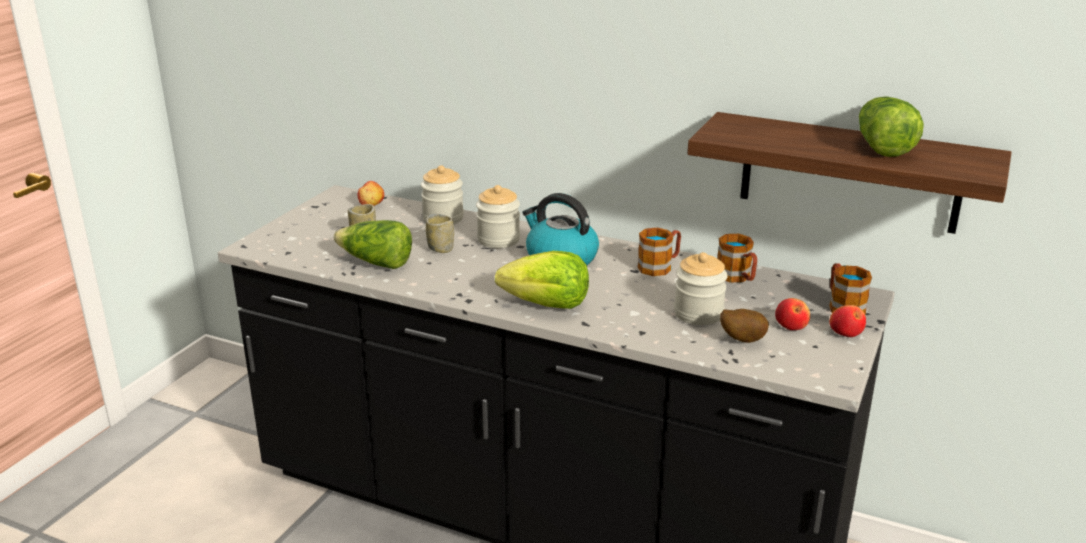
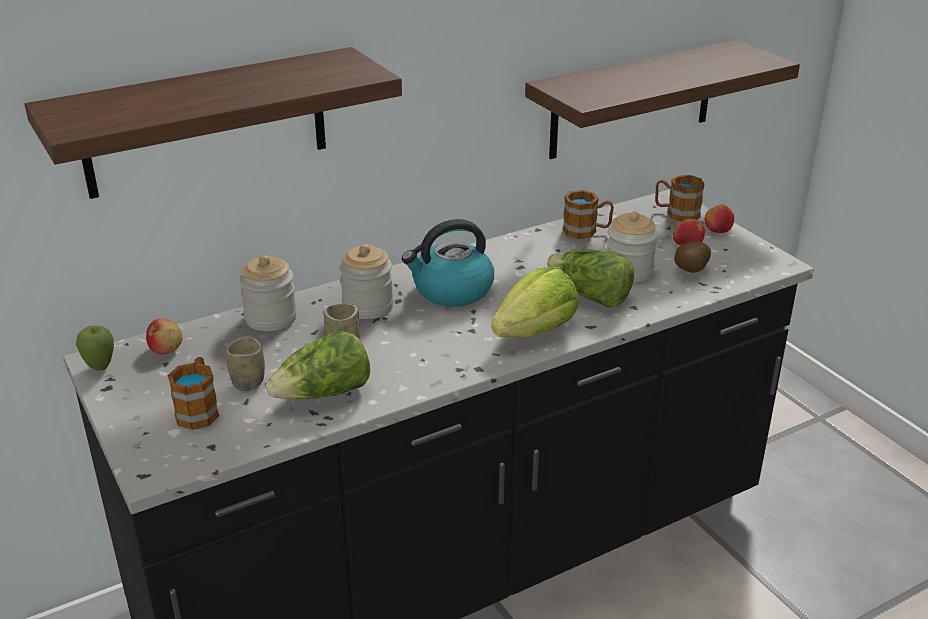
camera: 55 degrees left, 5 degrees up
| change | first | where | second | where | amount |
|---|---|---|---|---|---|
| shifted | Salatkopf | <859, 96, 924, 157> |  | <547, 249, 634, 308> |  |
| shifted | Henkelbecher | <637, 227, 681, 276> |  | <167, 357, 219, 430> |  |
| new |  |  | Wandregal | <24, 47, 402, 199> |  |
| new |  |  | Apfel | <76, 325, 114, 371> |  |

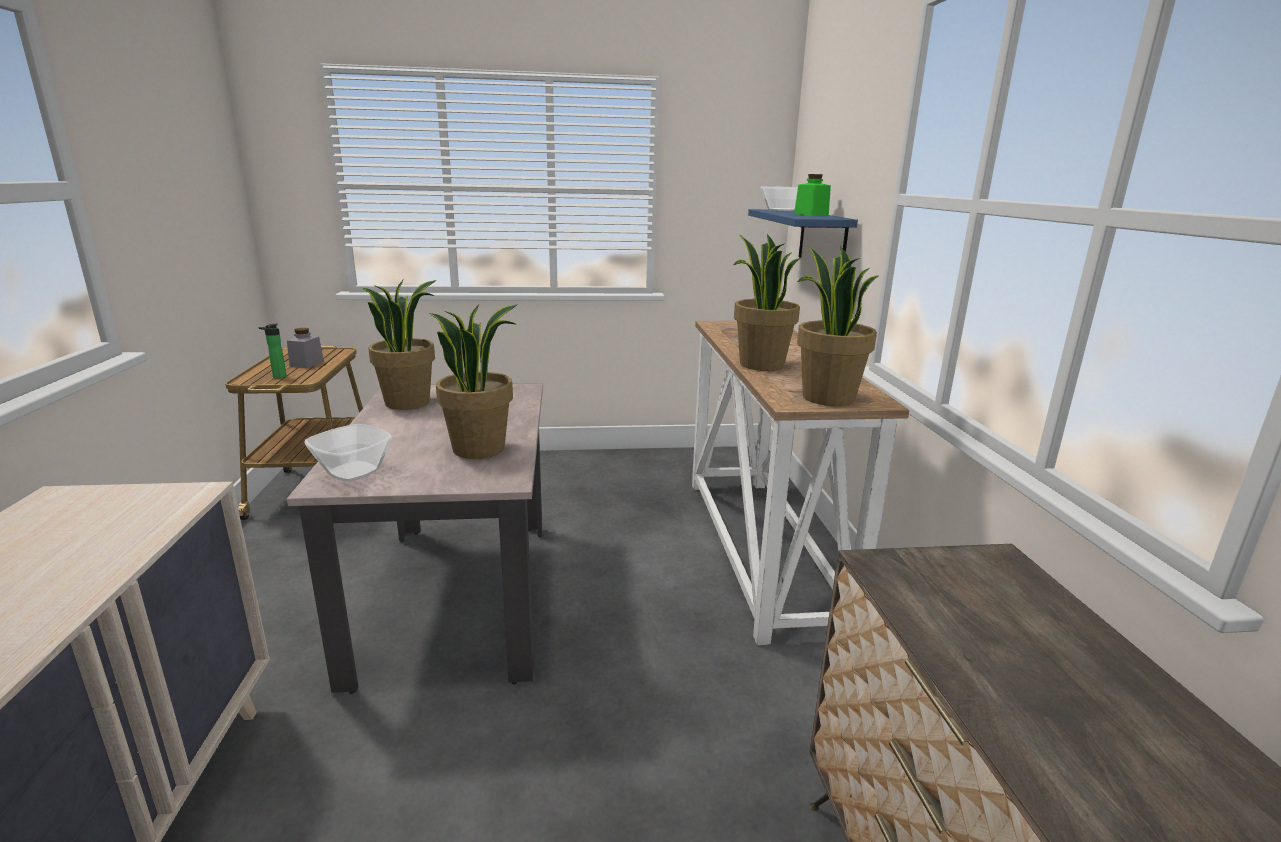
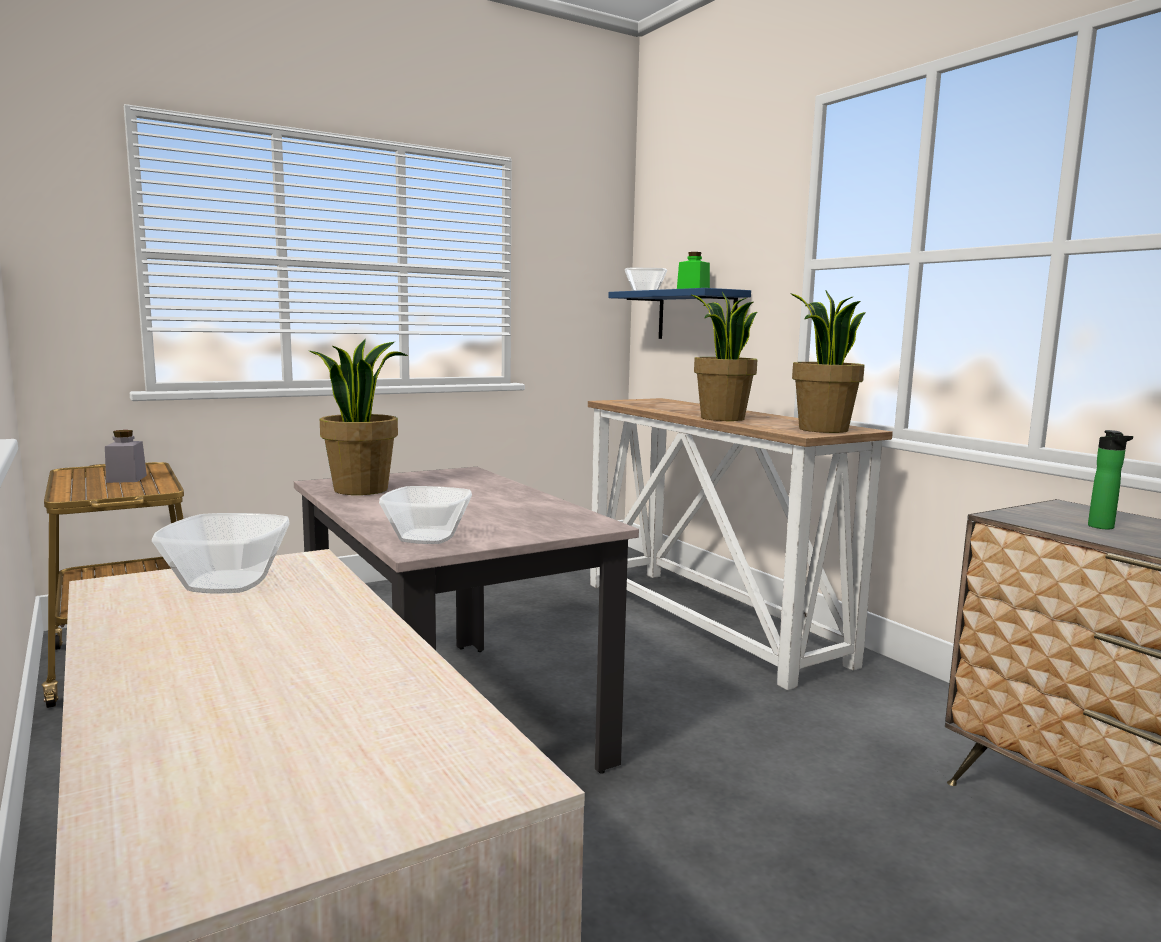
camera: 25 degrees left, 10 degrees down
| change | first | where | second | where | amount |
|---|---|---|---|---|---|
| gone | Topfpflanze | <429, 304, 517, 459> |  |  |  |
| shifted | Flasche | <258, 324, 287, 379> |  | <1088, 430, 1133, 529> |  |
| new |  |  | Schüssel | <152, 513, 290, 593> |  |

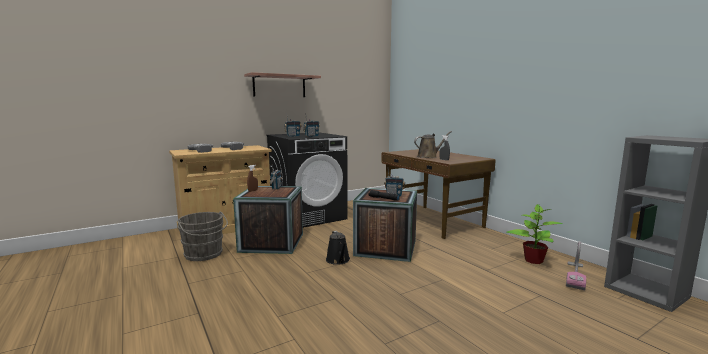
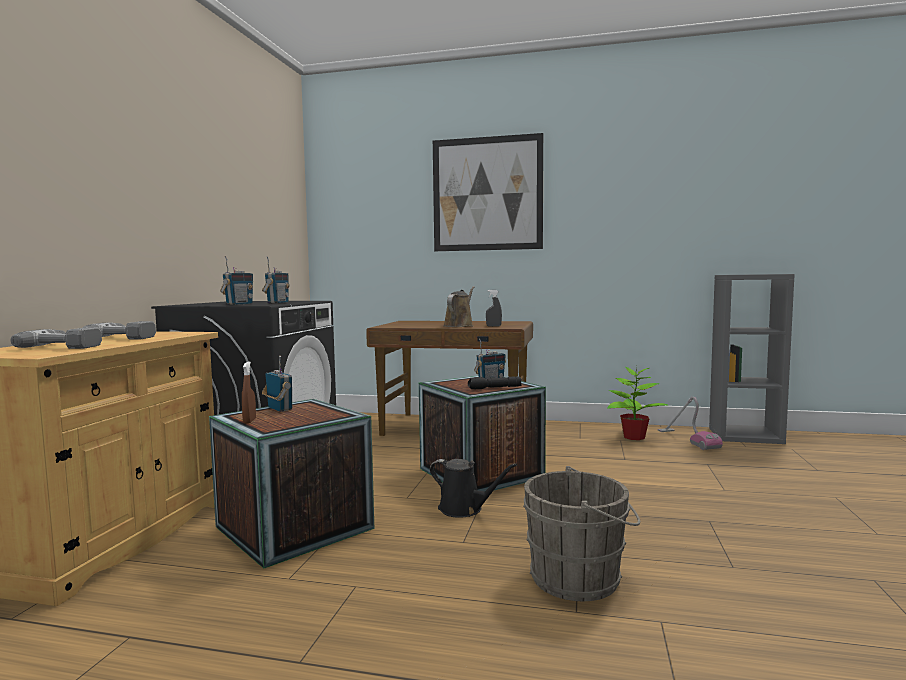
camera: 45 degrees left, 5 degrees down
| change | first | where | second | where | amount |
|---|---|---|---|---|---|
| gone | Wandregal | <244, 72, 321, 97> |  |  |  |
| shifted | Eimer [grau] | <177, 212, 228, 261> |  | <523, 466, 640, 601> |  |
| new |  |  | Bild | <433, 133, 543, 251> |  |

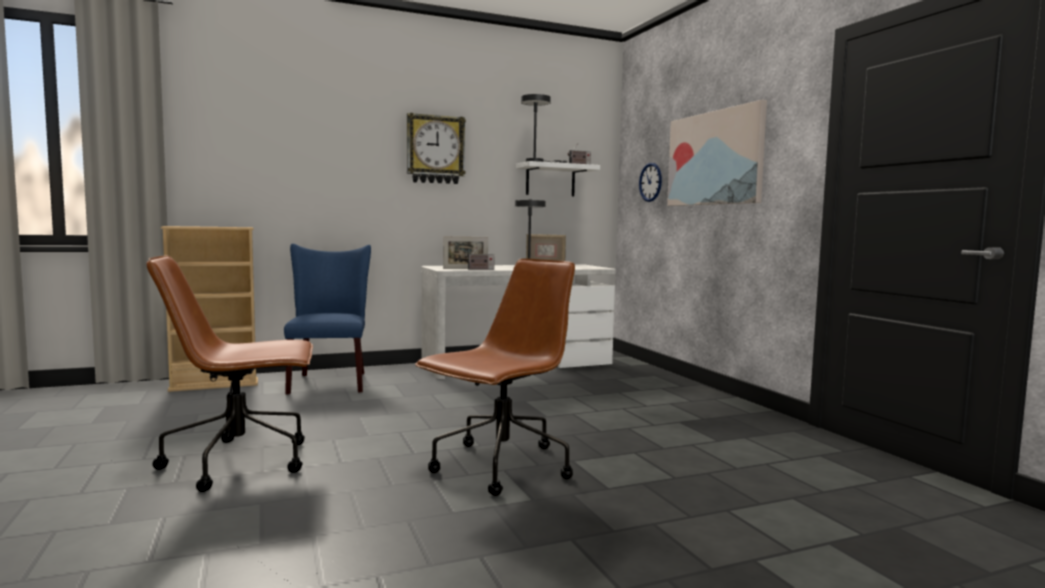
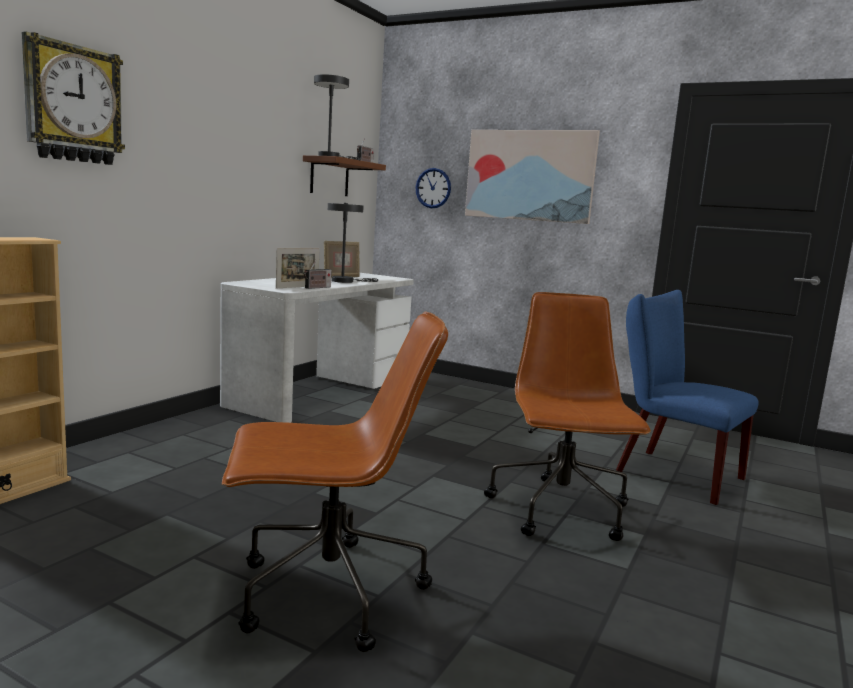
camera: 40 degrees left, 5 degrees up
| change | first | where | second | where | amount |
|---|---|---|---|---|---|
| shifted | Wanduhr | <407, 113, 466, 184> |  | <21, 31, 125, 165> |  |
| repainted | Wandregal [weiß] | <516, 161, 600, 196> | Wandregal [braun] | <303, 155, 386, 196> |  |
| shifted | Stuhl [blau] | <284, 244, 371, 394> |  | <616, 290, 759, 505> |  |
| rotated | Bürostuhl [braun] | <146, 256, 313, 492> |  | <222, 312, 448, 652> | 135 degrees counterclockwise |

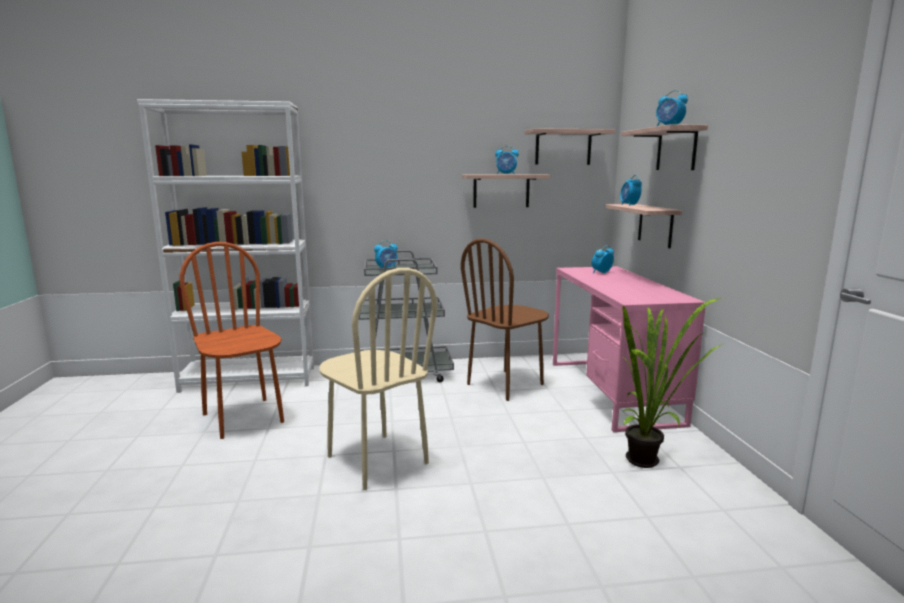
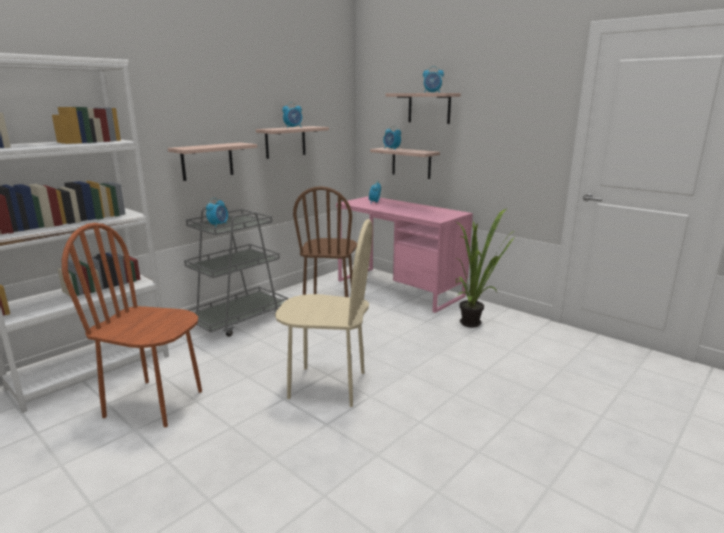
camera: 40 degrees left, 5 degrees up
| change | first | where | second | where | amount |
|---|---|---|---|---|---|
| shifted | Wandregal | <524, 128, 616, 165> |  | <168, 142, 257, 181> |  |

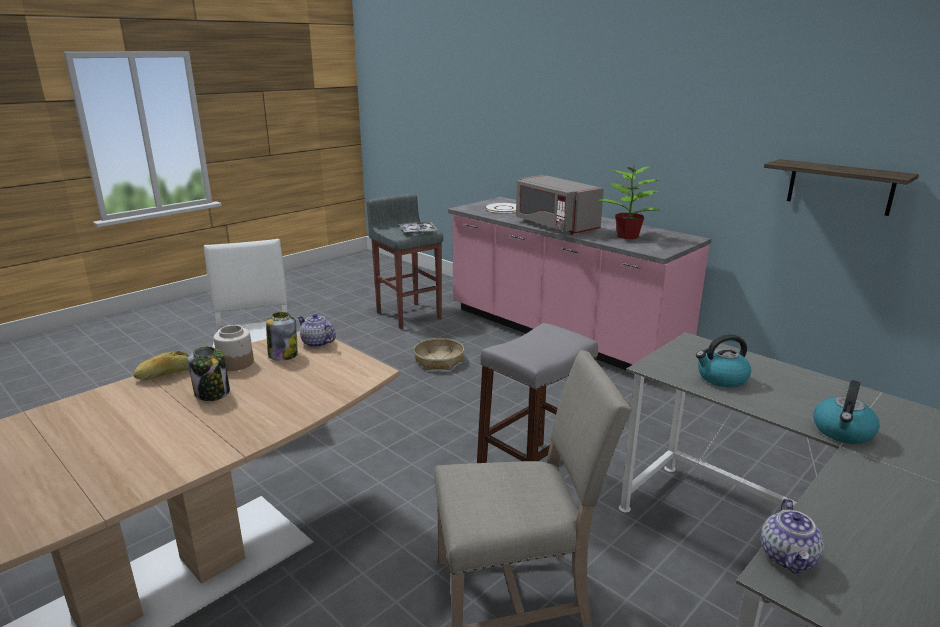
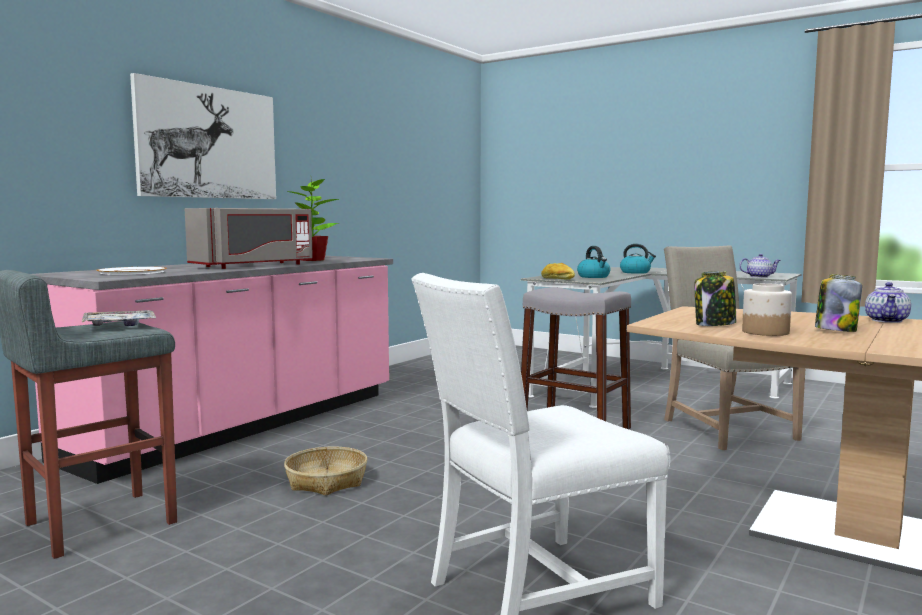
camera: 100 degrees left, 15 degrees down
| change | first | where | second | where | amount |
|---|---|---|---|---|---|
| gone | Wandregal | <764, 159, 919, 216> |  |  |  |
| shifted | Teekanne | <297, 314, 336, 348> |  | <865, 282, 911, 323> |  |
| shifted | Brot | <133, 351, 189, 380> |  | <541, 263, 575, 280> |  |
| new |  |  | Bild | <130, 73, 276, 199> |  |

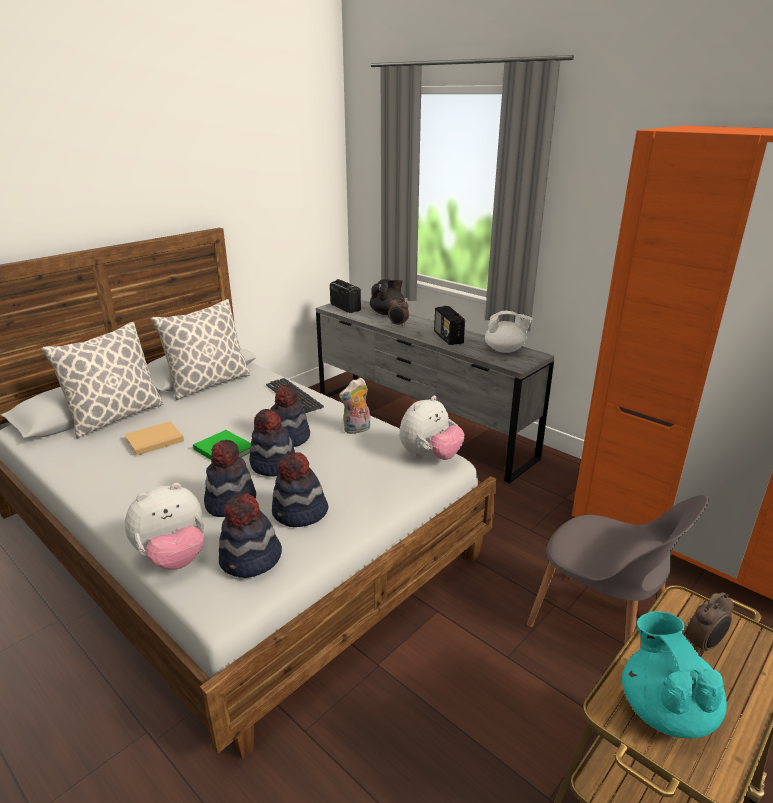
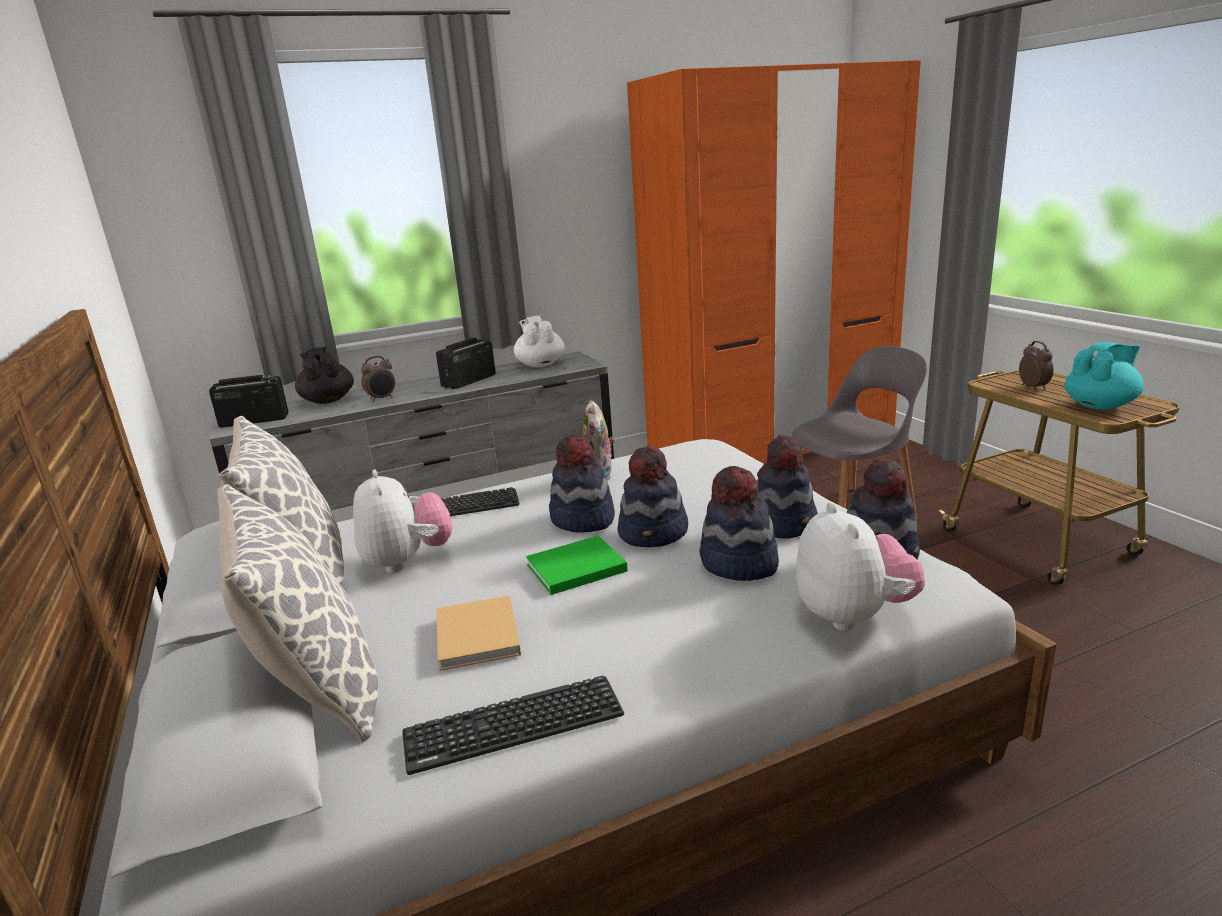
camera: 65 degrees left, 5 degrees down
| change | first | where | second | where | amount |
|---|---|---|---|---|---|
| rotated | Radio | <434, 306, 465, 345> |  | <436, 338, 496, 389> | 120 degrees clockwise |
| rotated | Teekanne [weiß] | <485, 311, 533, 353> |  | <514, 315, 565, 367> | 45 degrees counterclockwise |
| shifted | Plüschtier | <399, 396, 465, 460> |  | <353, 470, 452, 573> |  |
| rotated | Teekanne [türkis] | <622, 611, 727, 738> |  | <1065, 342, 1144, 410> | 135 degrees clockwise |
| new |  |  | Tastatur | <402, 676, 624, 775> |  |

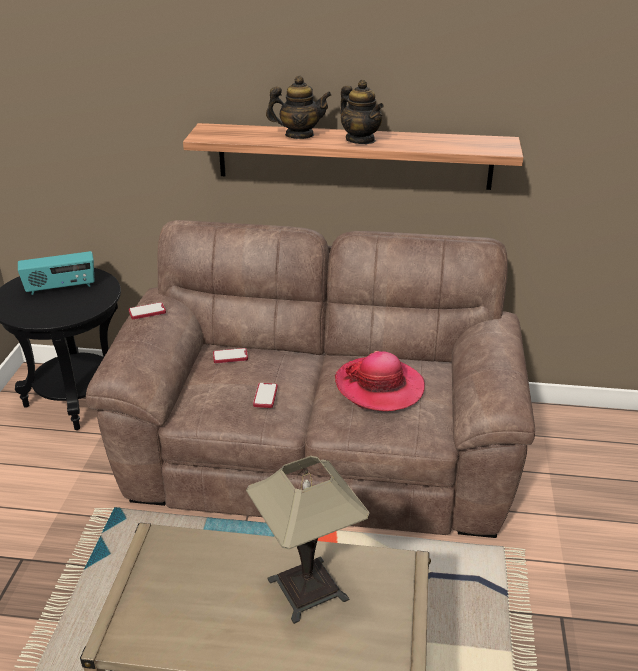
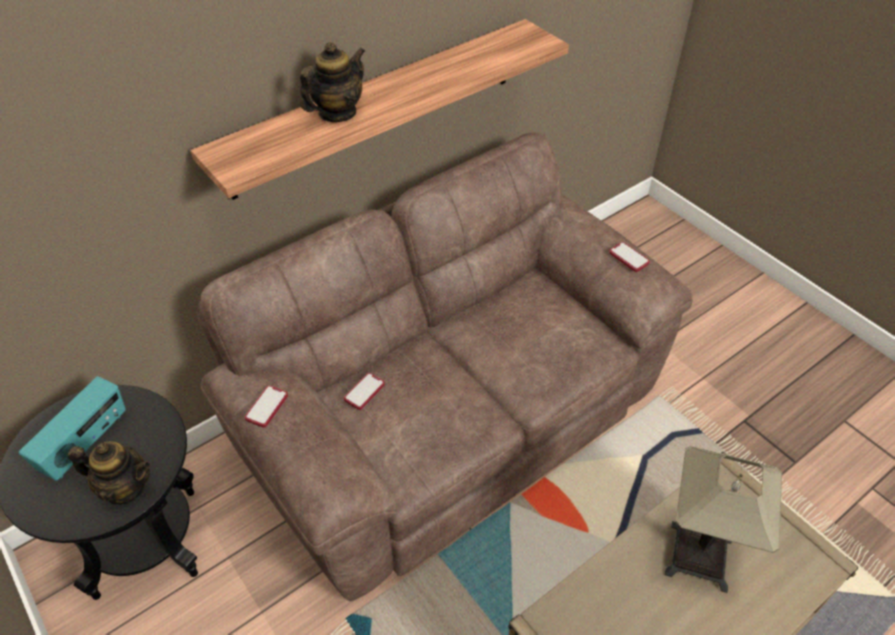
camera: 45 degrees left, 15 degrees up
| change | first | where | second | where | amount |
|---|---|---|---|---|---|
| shifted | Teekanne | <340, 80, 384, 144> |  | <68, 442, 151, 505> |  |
| gone | Hut | <335, 351, 425, 412> |  |  |  |
| shifted | Handy | <253, 383, 278, 408> |  | <609, 242, 650, 272> |  |

